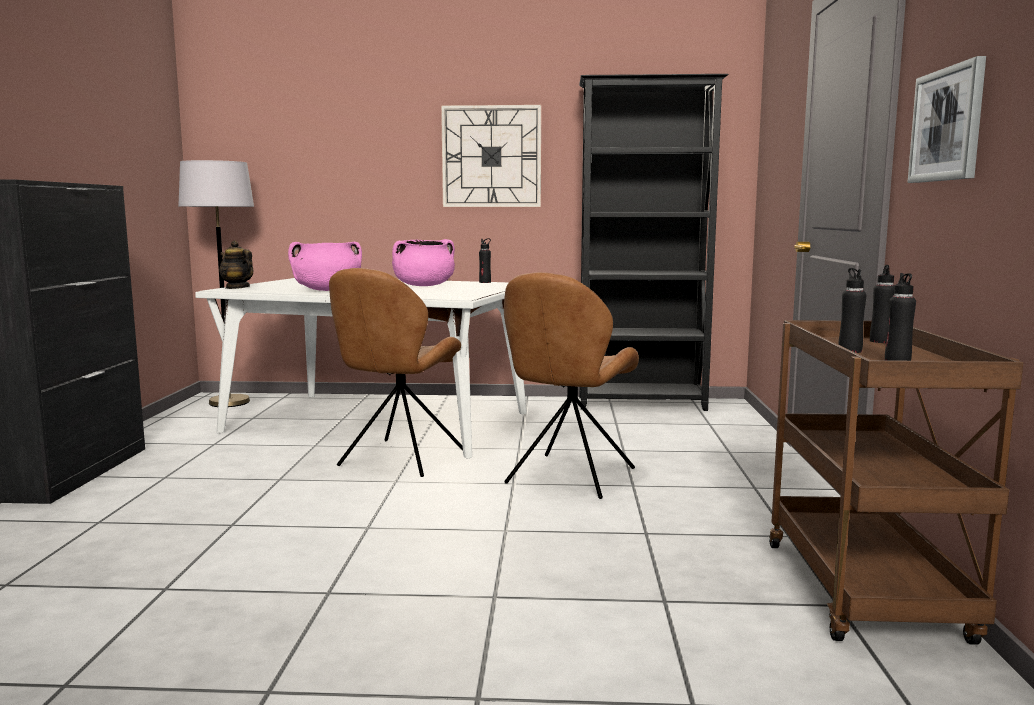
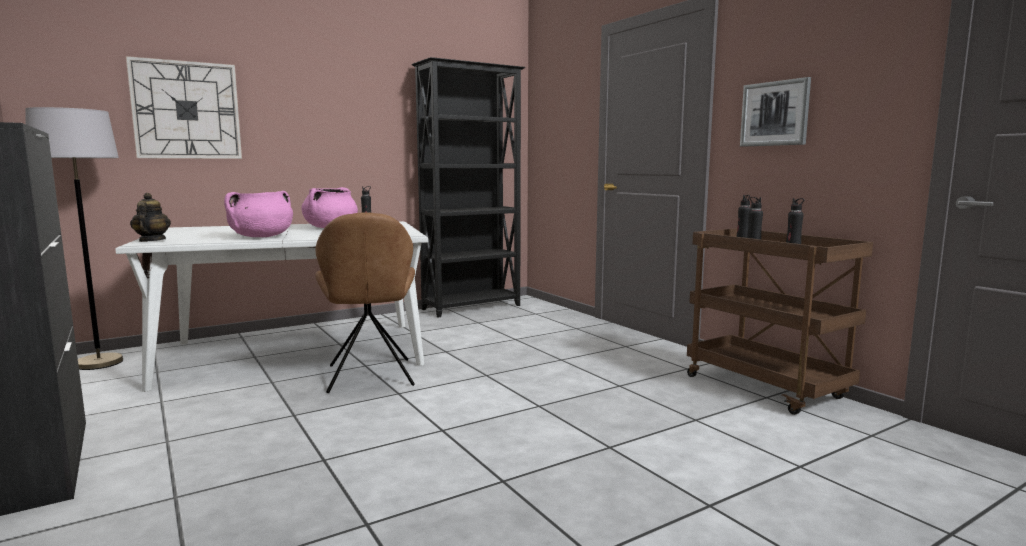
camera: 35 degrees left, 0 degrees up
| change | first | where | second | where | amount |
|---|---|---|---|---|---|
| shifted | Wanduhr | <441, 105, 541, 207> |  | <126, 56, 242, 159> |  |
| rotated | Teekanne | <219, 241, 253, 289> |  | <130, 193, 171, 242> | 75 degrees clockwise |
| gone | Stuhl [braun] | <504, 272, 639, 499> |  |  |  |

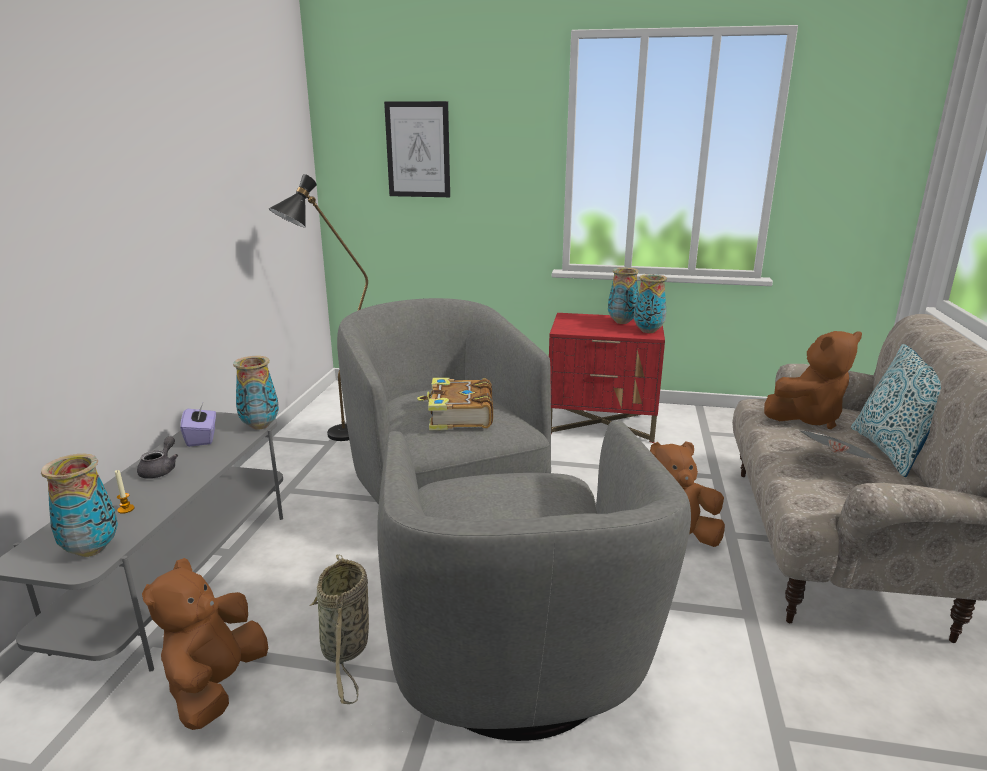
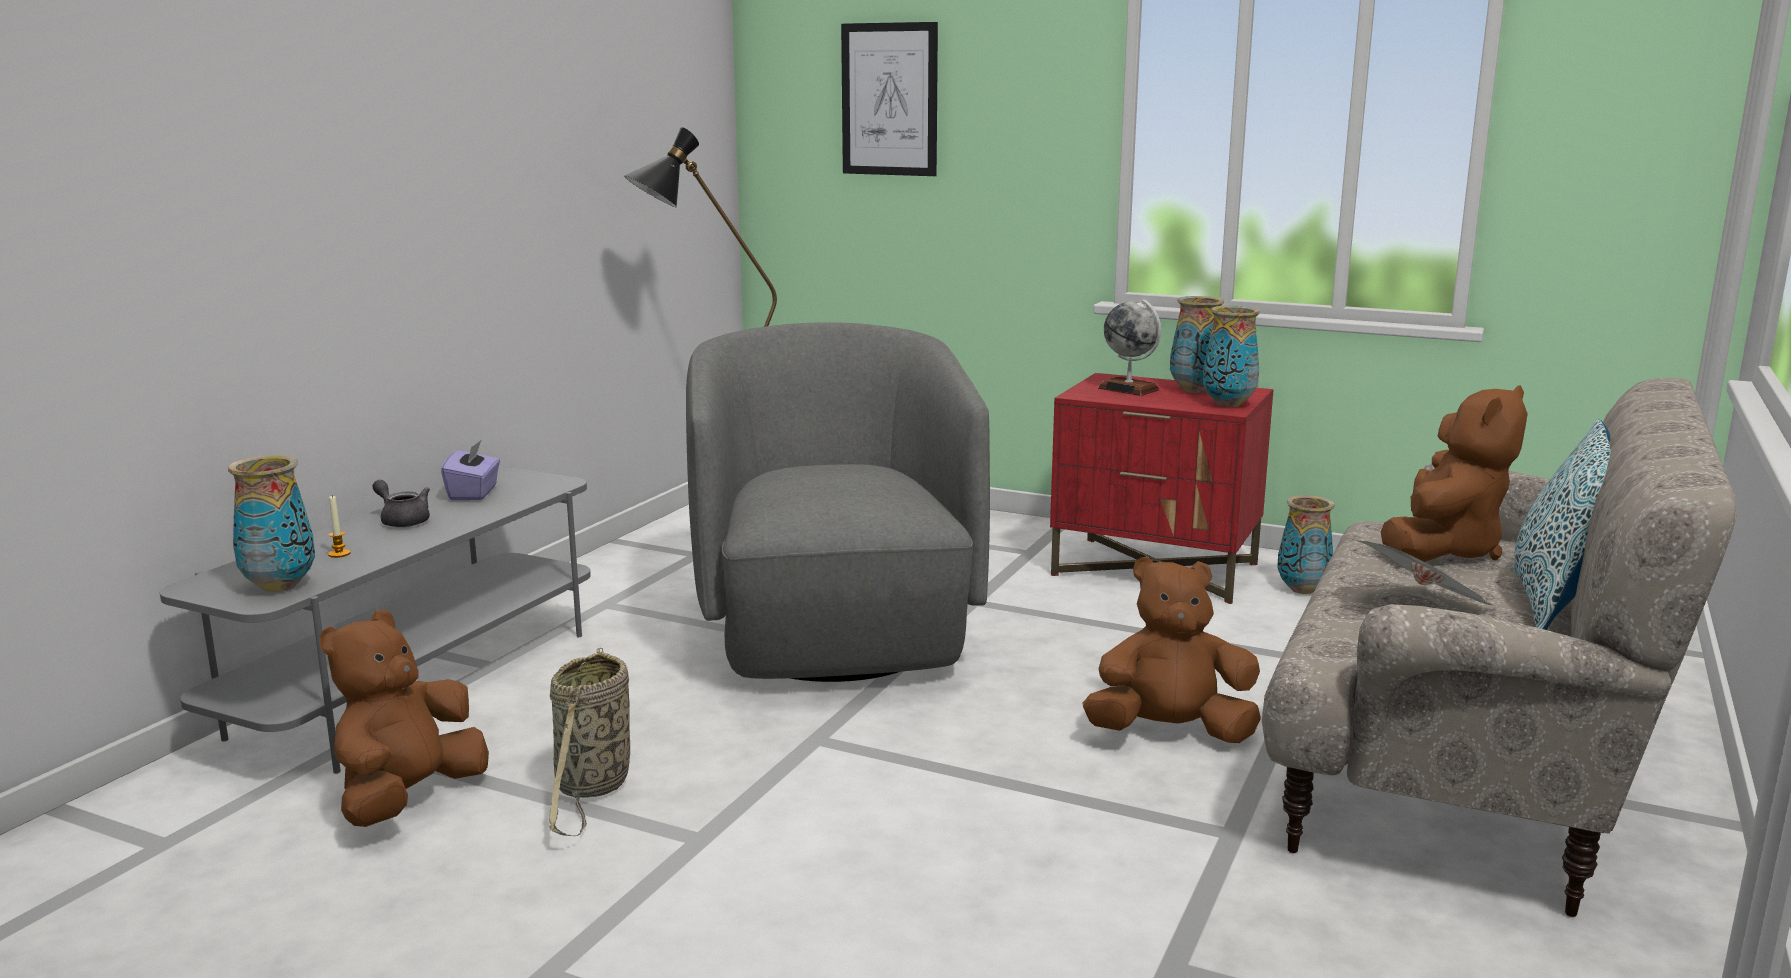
camera: 15 degrees right, 5 degrees down
| change | first | where | second | where | amount |
|---|---|---|---|---|---|
| rotated | Plüschtier [braun] | <764, 331, 862, 429> |  | <1381, 385, 1528, 562> | 45 degrees counterclockwise |
| shifted | Vase | <233, 356, 279, 430> |  | <1277, 495, 1335, 594> |  |
| gone | Buch | <417, 378, 493, 430> |  |  |  |
| gone | Sessel [grau] | <377, 420, 691, 741> |  |  |  |
| rotated | Teekanne [grau] | <137, 436, 178, 479> |  | <373, 480, 430, 527> | 75 degrees counterclockwise |
| new |  |  | Globus | <1098, 299, 1161, 396> |  |

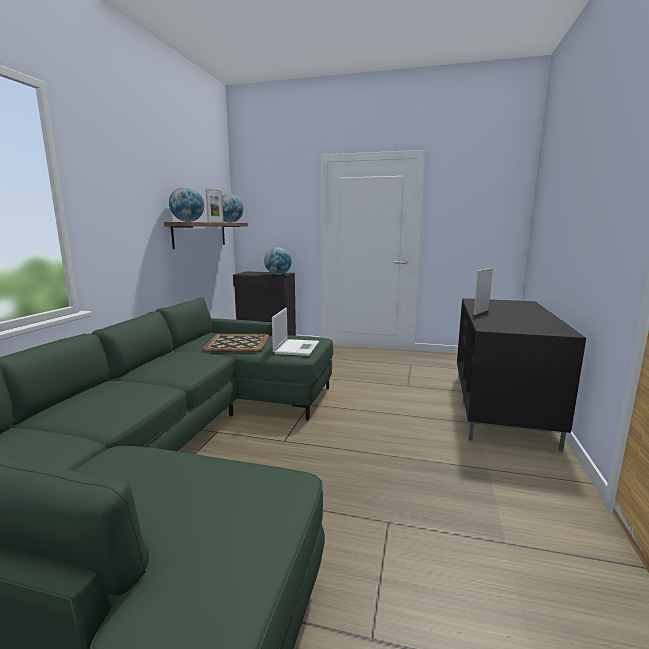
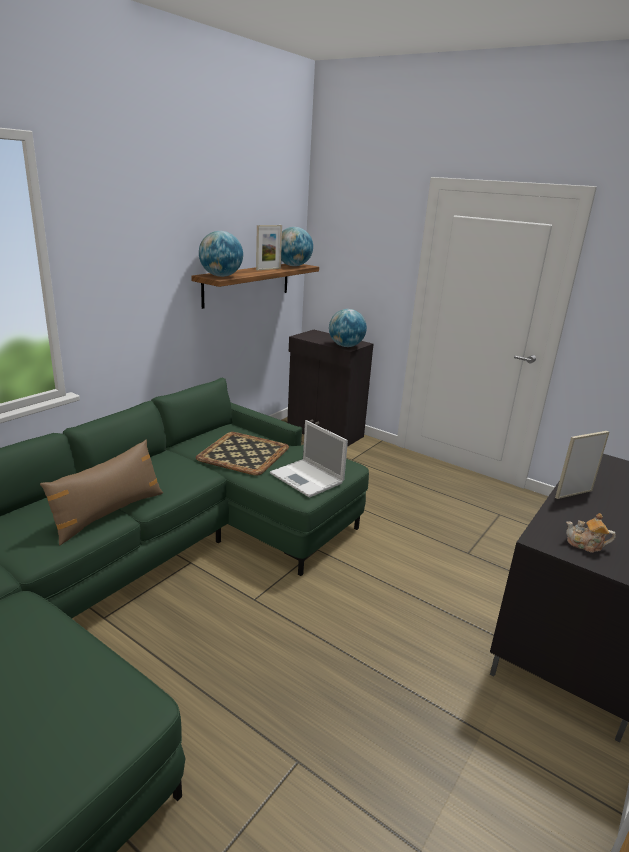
camera: 20 degrees right, 10 degrees up
| change | first | where | second | where | amount |
|---|---|---|---|---|---|
| rotated | Laptop | <272, 308, 319, 356> |  | <270, 420, 348, 498> | 105 degrees clockwise |
| new |  |  | Kissen [braun] | <40, 440, 163, 545> |  |
| new |  |  | Teekanne | <566, 513, 616, 553> |  |

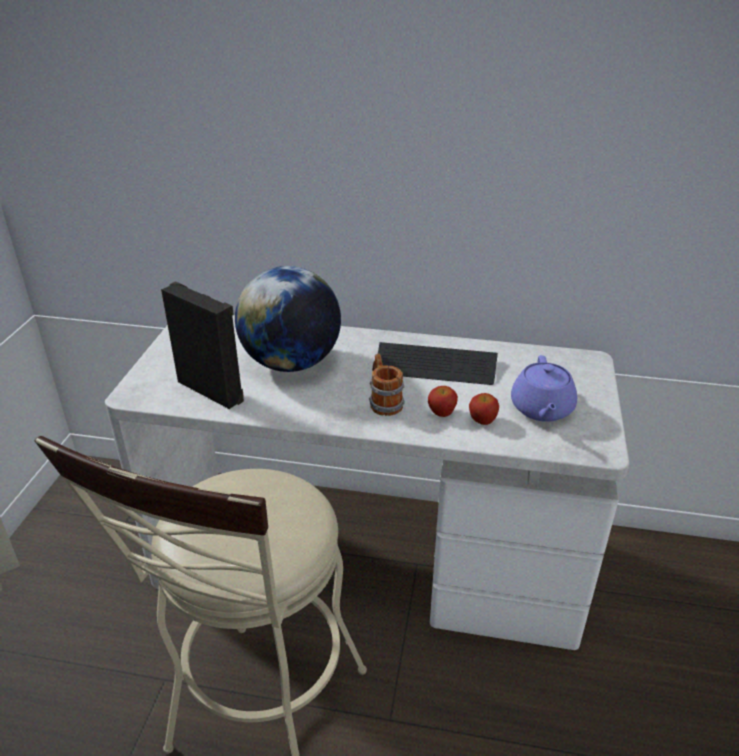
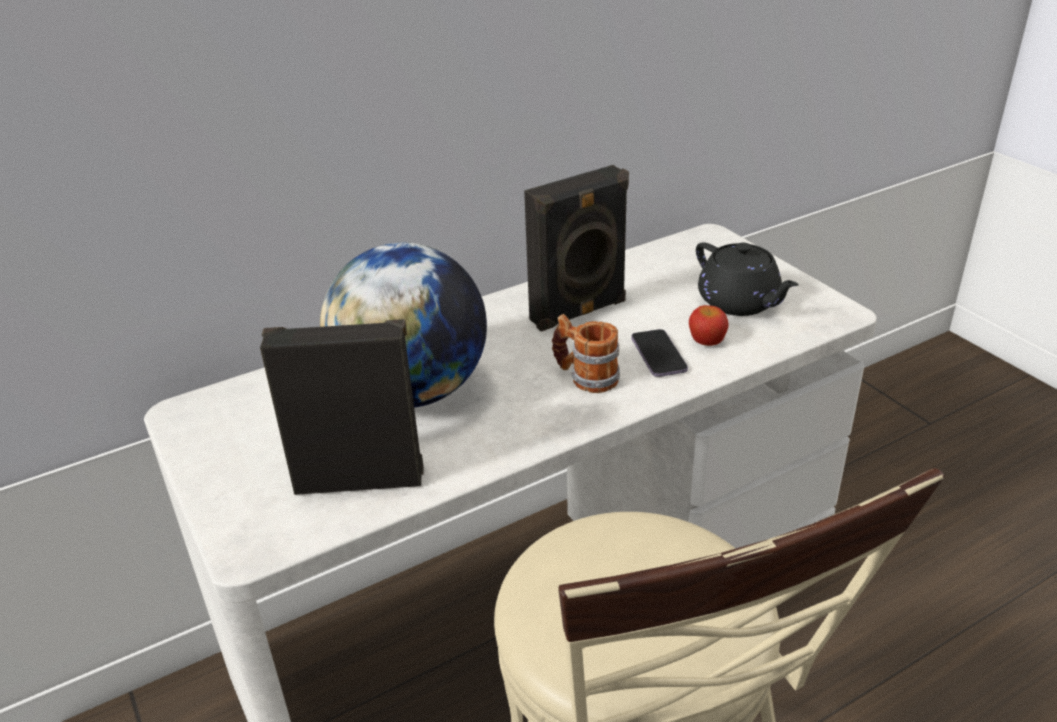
camera: 40 degrees left, 0 degrees up
| change | first | where | second | where | amount |
|---|---|---|---|---|---|
| swapped | Tastatur | <378, 342, 498, 385> | Lautsprecher [schwarz] | <524, 165, 629, 332> |  |
| repainted | Teekanne [lila] | <511, 355, 577, 422> | Teekanne [schwarz] | <696, 242, 799, 316> |  |
| swapped | Apfel | <428, 386, 458, 417> | Handy | <631, 329, 688, 377> |  |

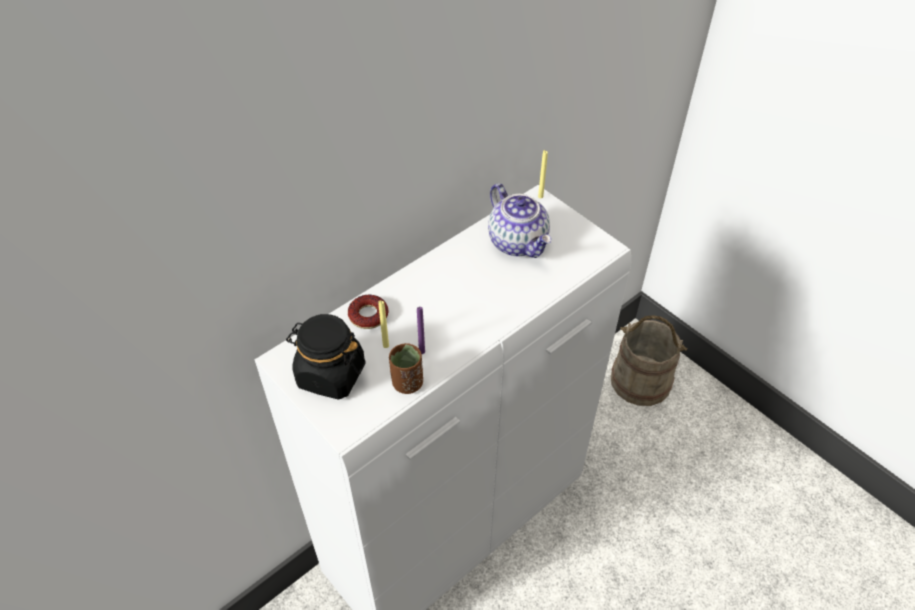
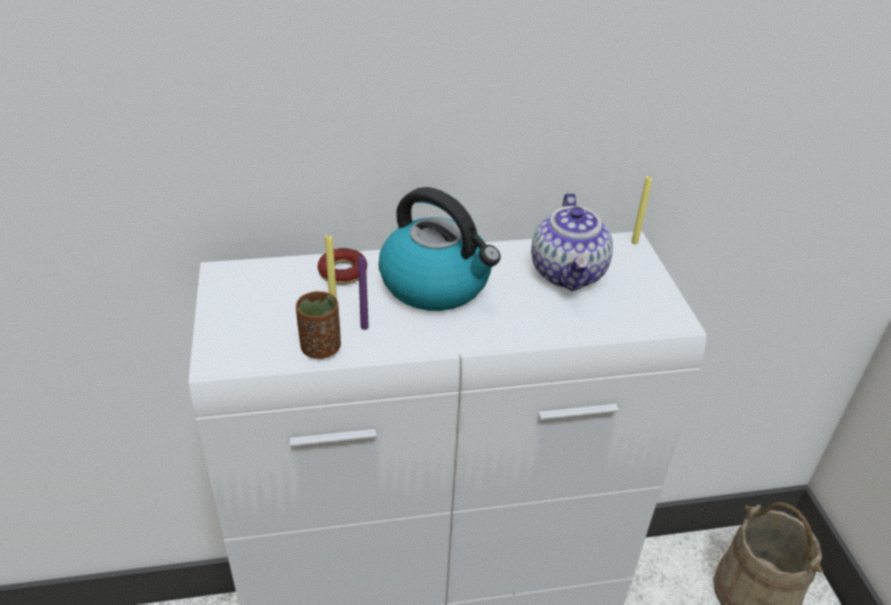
camera: 30 degrees right, 10 degrees down
| change | first | where | second | where | amount |
|---|---|---|---|---|---|
| gone | Vorratsglas [schwarz] | <286, 314, 366, 400> |  |  |  |
| new |  |  | Wasserkessel | <378, 187, 501, 311> |  |

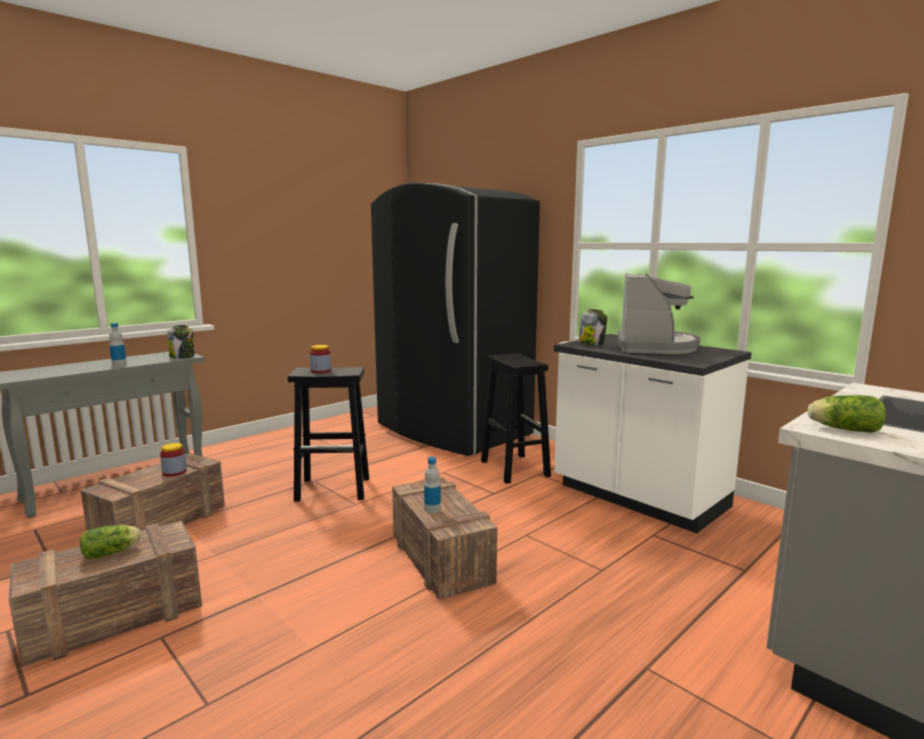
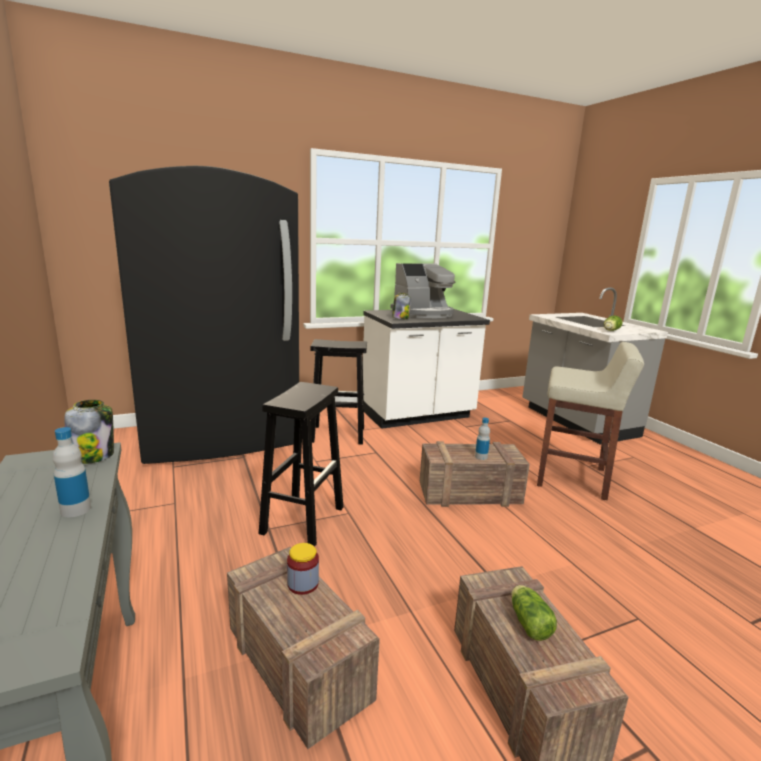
camera: 70 degrees left, 5 degrees up
| change | first | where | second | where | amount |
|---|---|---|---|---|---|
| rotated | Kaffeemaschine | <618, 273, 700, 354> |  | <391, 263, 456, 318> | 120 degrees clockwise |
| gone | Vorratsglas | <310, 345, 331, 373> |  |  |  |
| new |  |  | Hocker [beige] | <537, 342, 644, 500> |  |

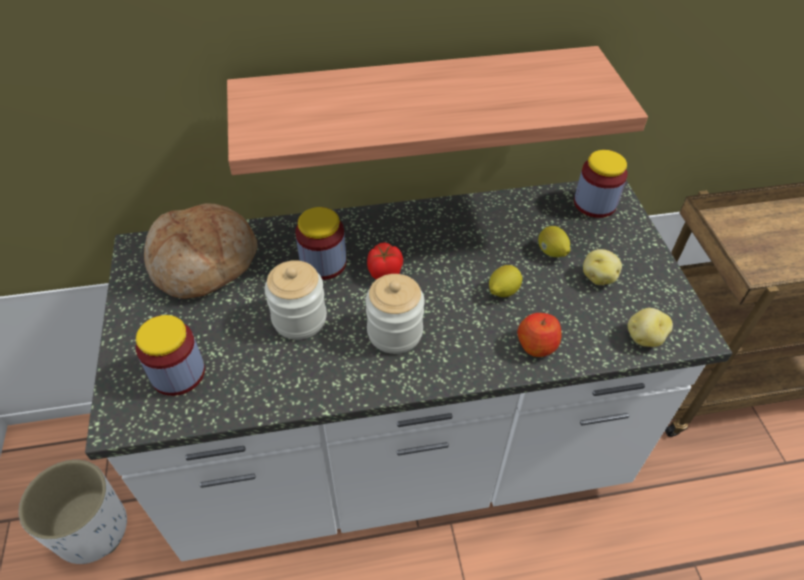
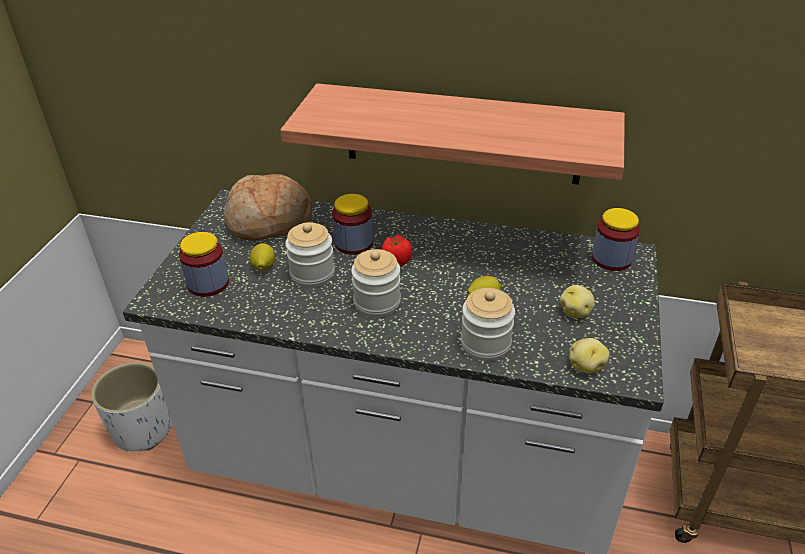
camera: 25 degrees right, 10 degrees down
| change | first | where | second | where | amount |
|---|---|---|---|---|---|
| shifted | Zitrone | <538, 226, 570, 257> |  | <250, 243, 275, 271> |  |
| swapped | Apfel | <517, 313, 561, 357> | Vorratsglas | <461, 288, 515, 361> |  |

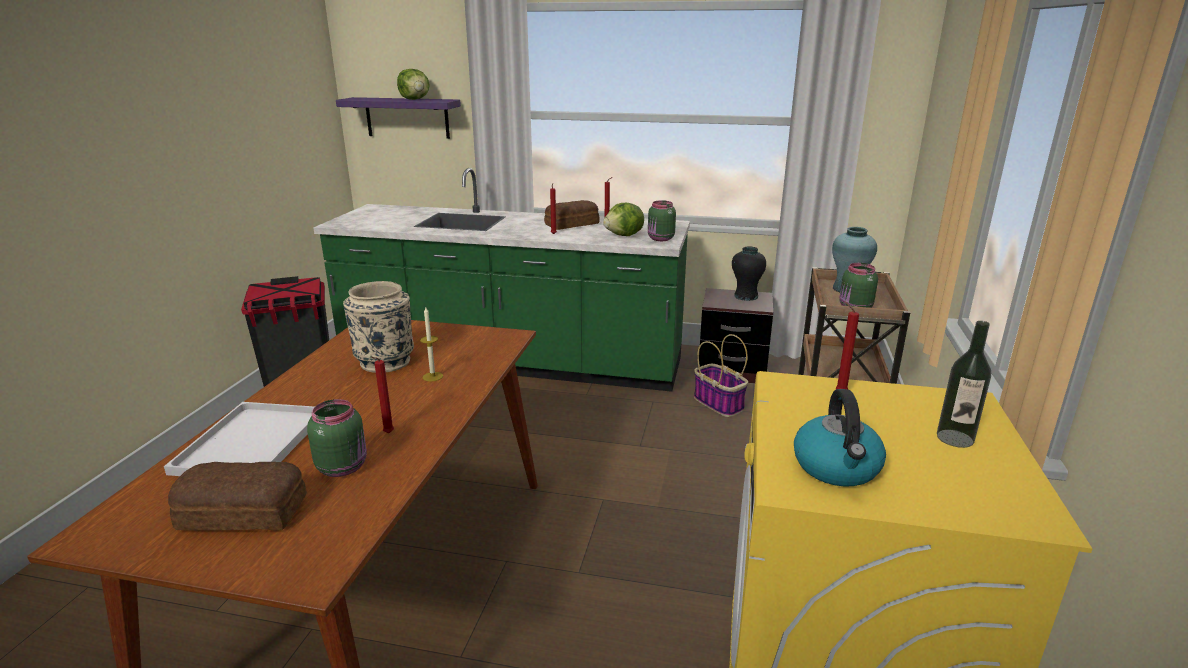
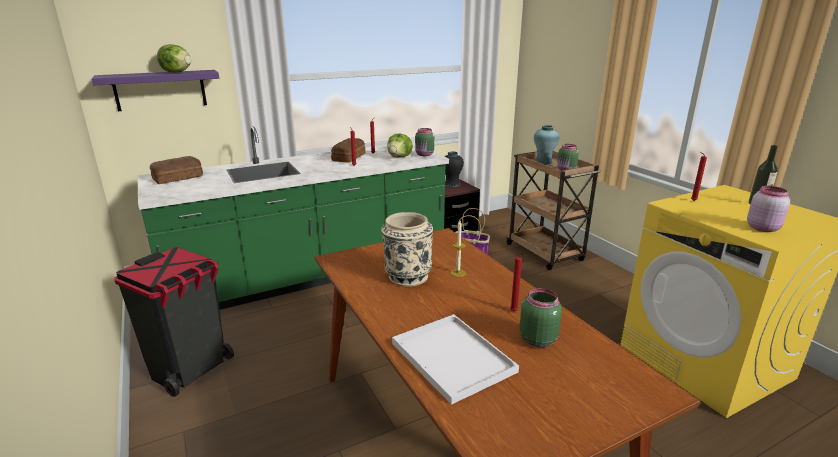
camera: 40 degrees left, 0 degrees up
| change | first | where | second | where | amount |
|---|---|---|---|---|---|
| swapped | Wasserkessel | <794, 389, 886, 487> | Vorratsglas [rosa] | <747, 186, 790, 232> |  |
| shifted | Brot | <168, 462, 307, 531> |  | <150, 156, 203, 184> |  |

